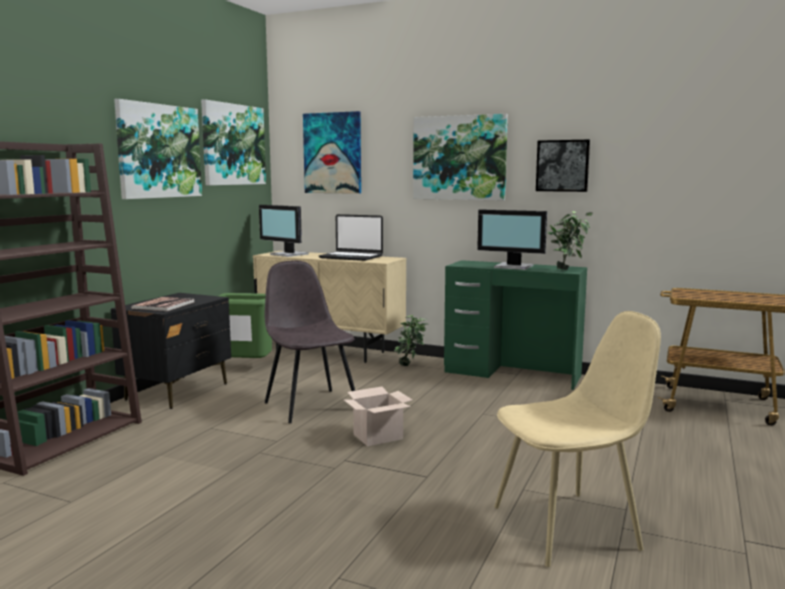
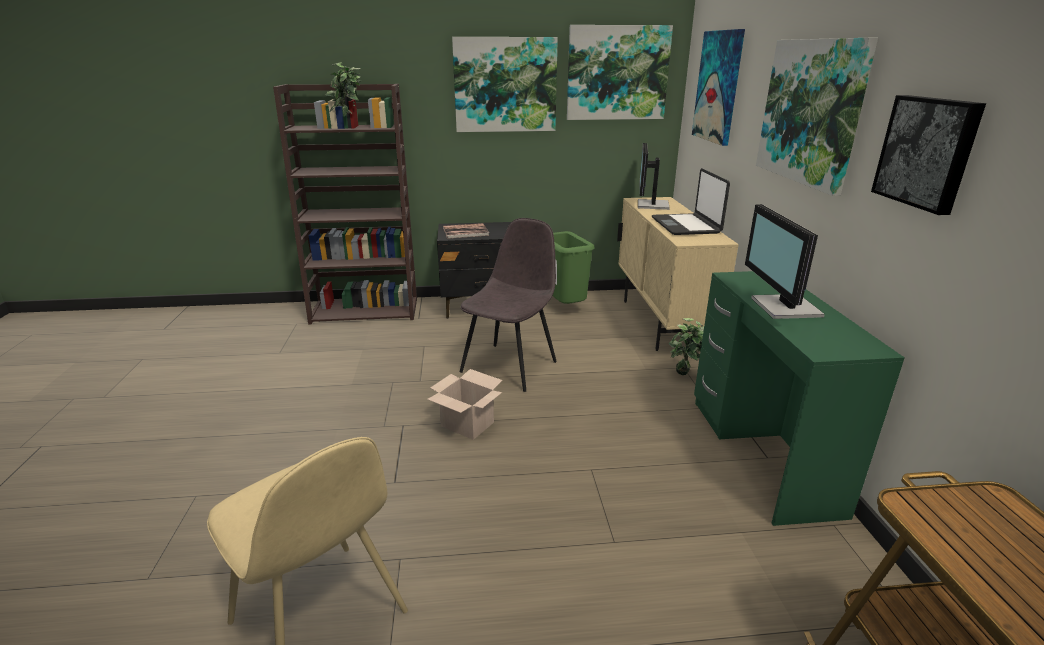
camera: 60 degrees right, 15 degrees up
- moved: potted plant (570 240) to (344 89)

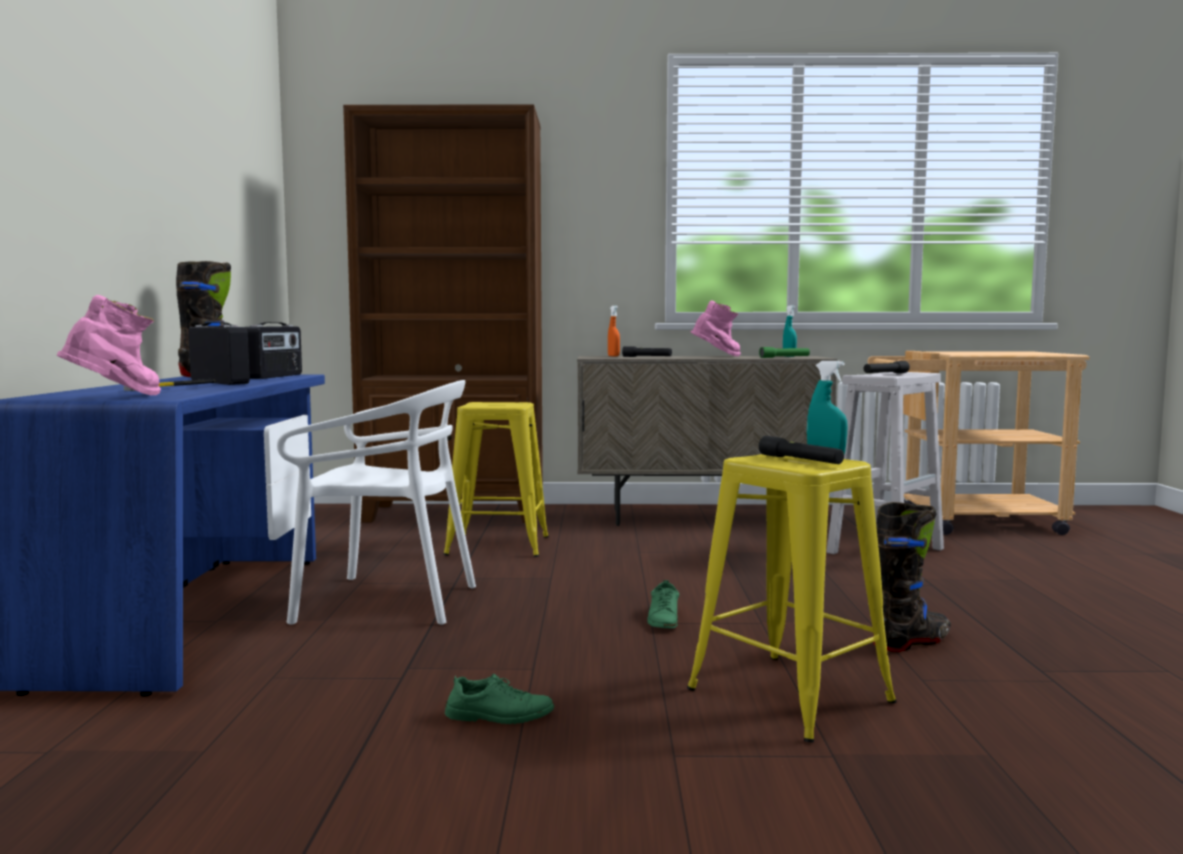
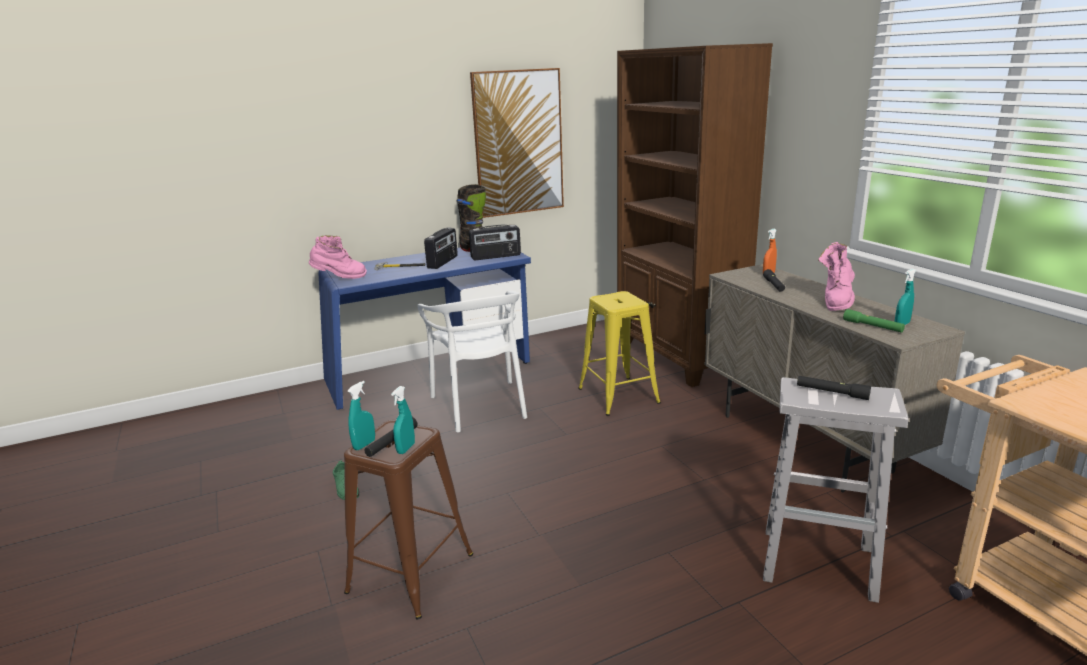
camera: 65 degrees right, 15 degrees up
- removed: green shoe (663 604)
- removed: black boot (912 577)
- added: turquoise spray bottle (361 415)
- added: picture (517 143)
- recoloured: yellow stool (792 598) to brown stool (408 520)
- turned: pink boot (716 328) = (836 276) 90 degrees clockwise

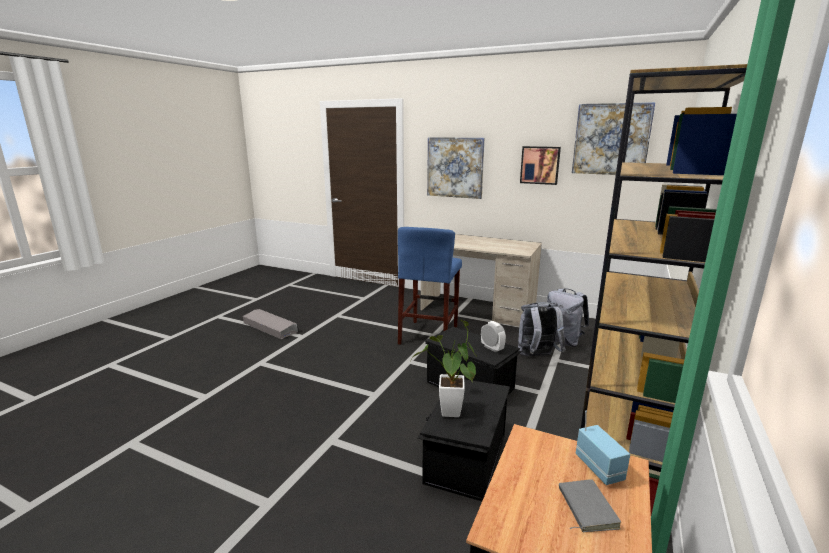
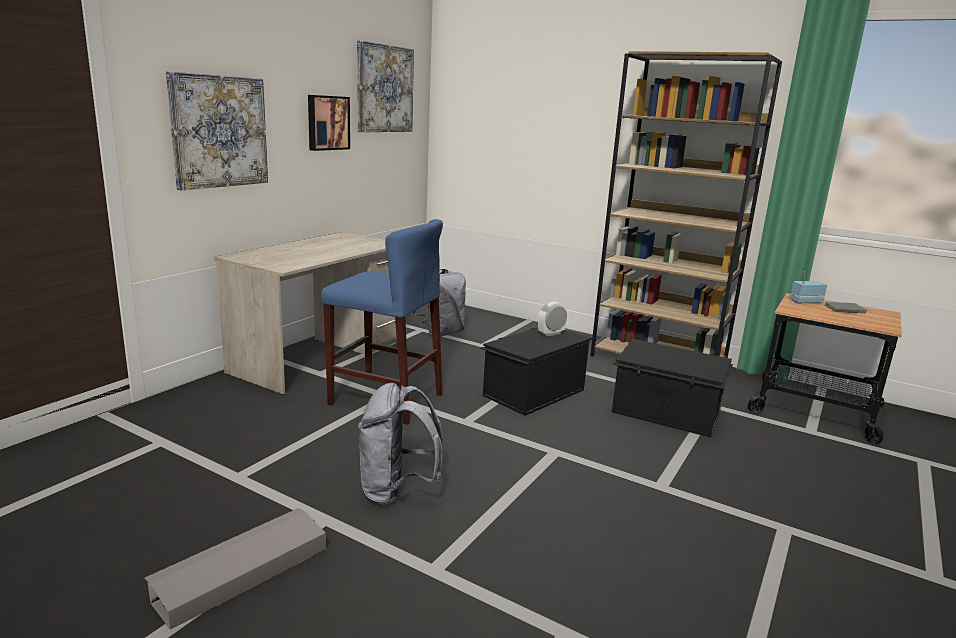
camera: 85 degrees left, 0 degrees up
- removed: potted plant (444 368)
- moved: grey backpack (542 329) to (400 444)

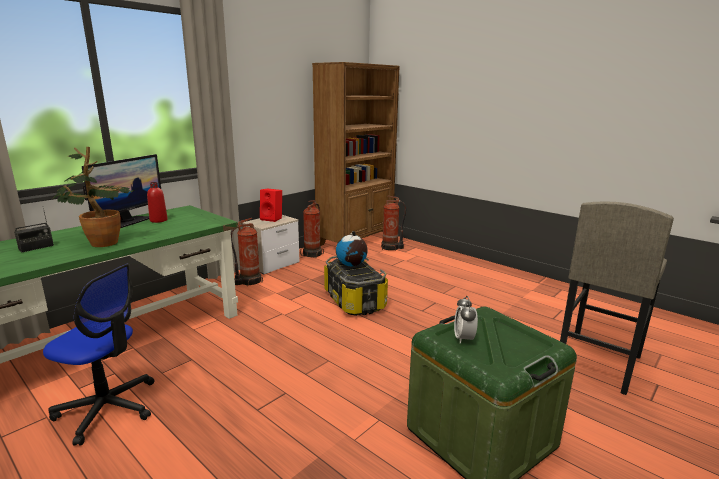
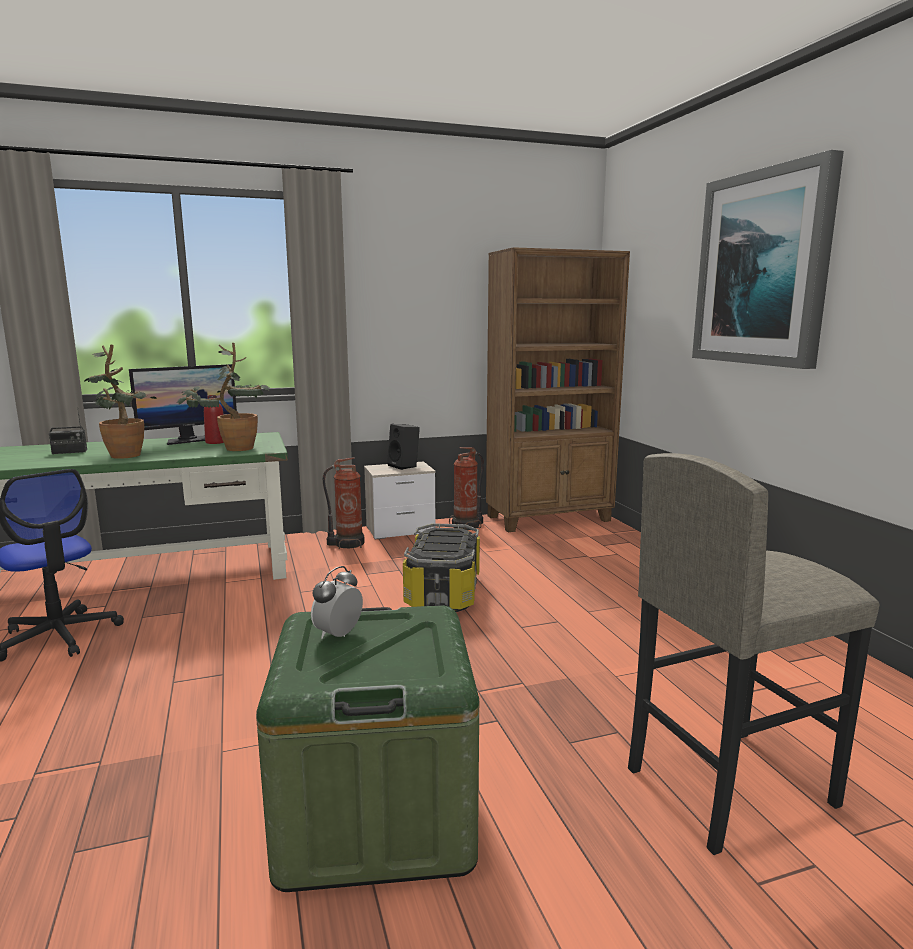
camera: 30 degrees right, 5 degrees down
- removed: globe (352 248)
- removed: fire extinguisher (393 223)
- added: potted plant (223 397)
- added: picture (768 259)
- recoloured: red speaker (271 205) to black speaker (403 447)

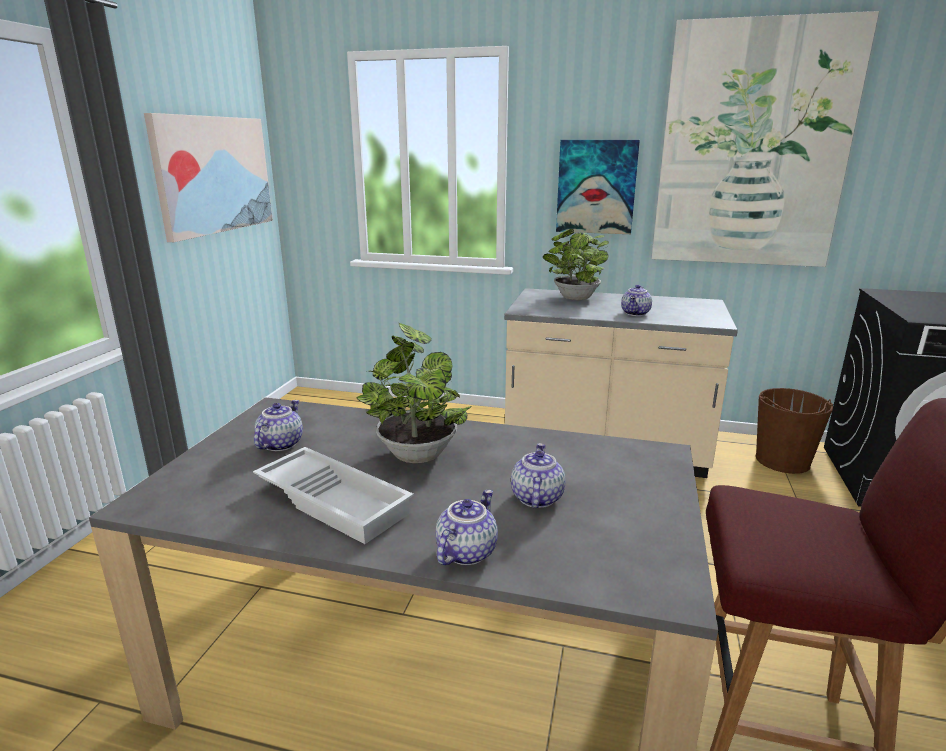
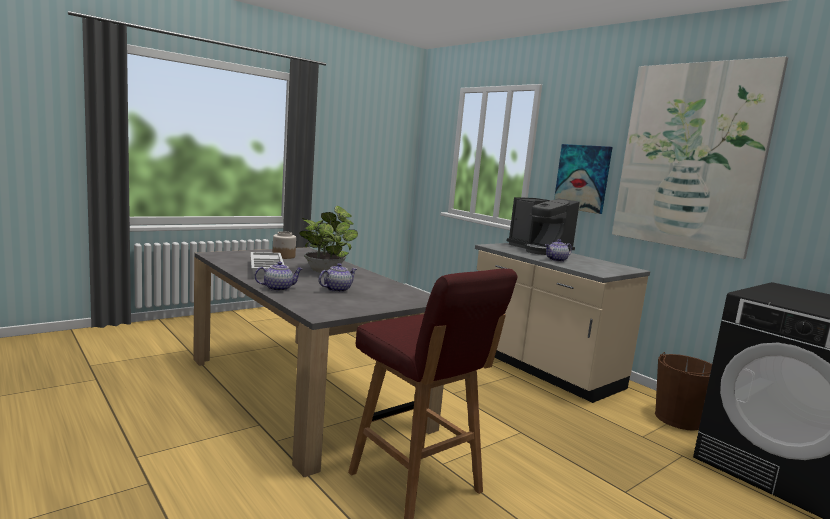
camera: 35 degrees right, 10 degrees down
- removed: picture (208 177)
- replaced: teapot (278 425) to jar (284 245)
- replaced: potted plant (576 264) to coffee machine (543 226)

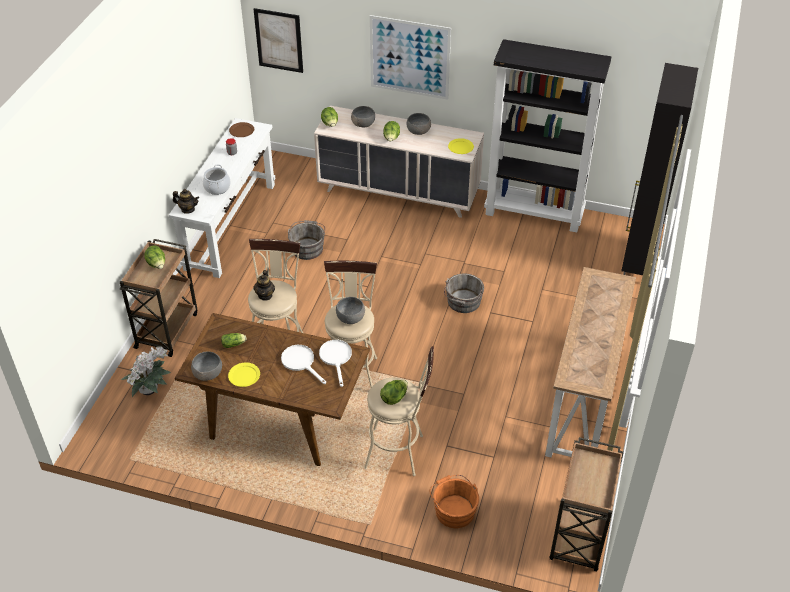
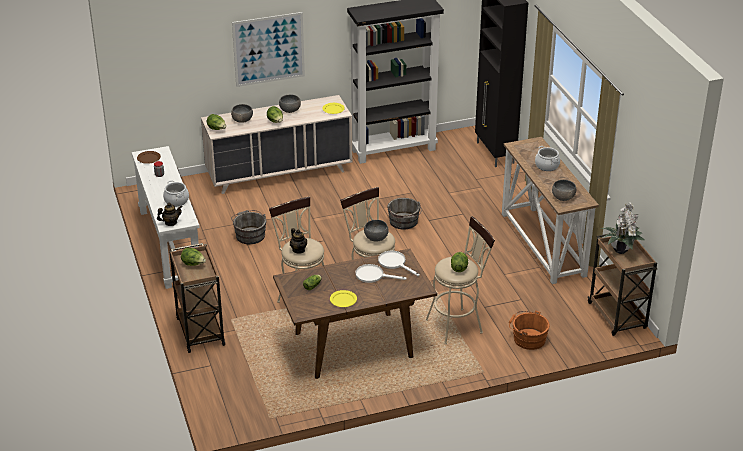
camera: 35 degrees left, 10 degrees down
- removed: picture (278 40)
- added: cooking pot (547 158)
- moved: potted plant (146 371) to (623 228)
- moved: grey bowl (206 366) to (564 190)

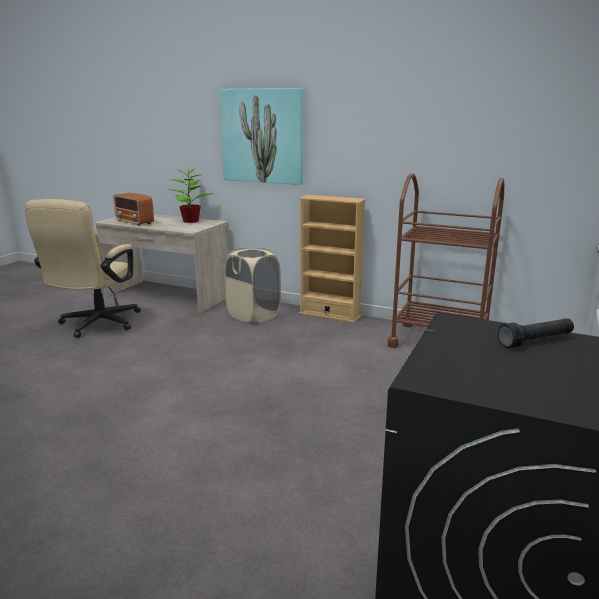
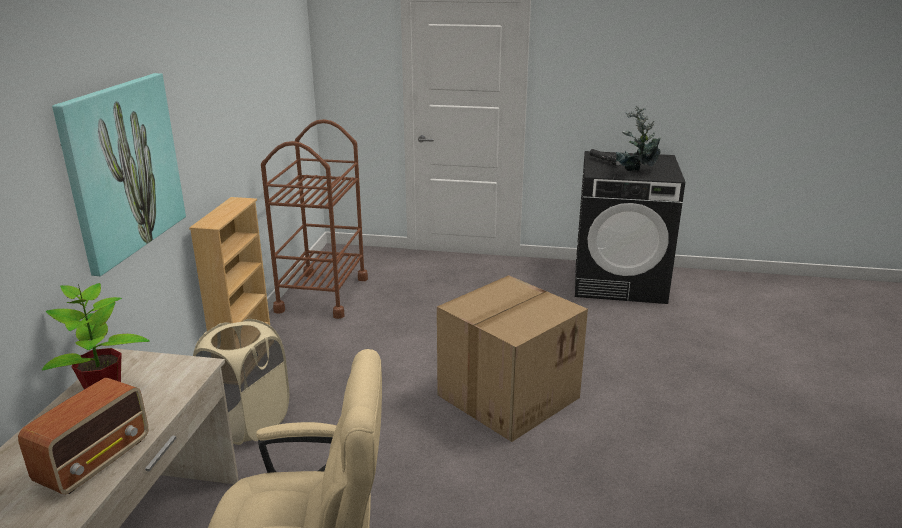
camera: 105 degrees left, 5 degrees up
- added: cardboard box (512 358)
- added: potted plant (637 138)

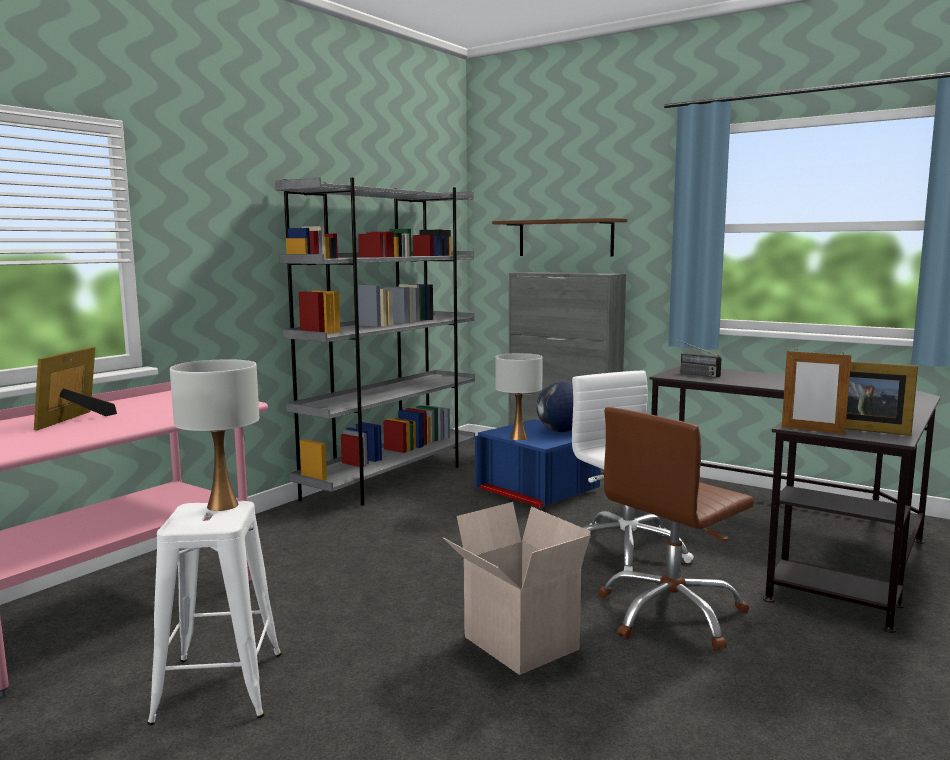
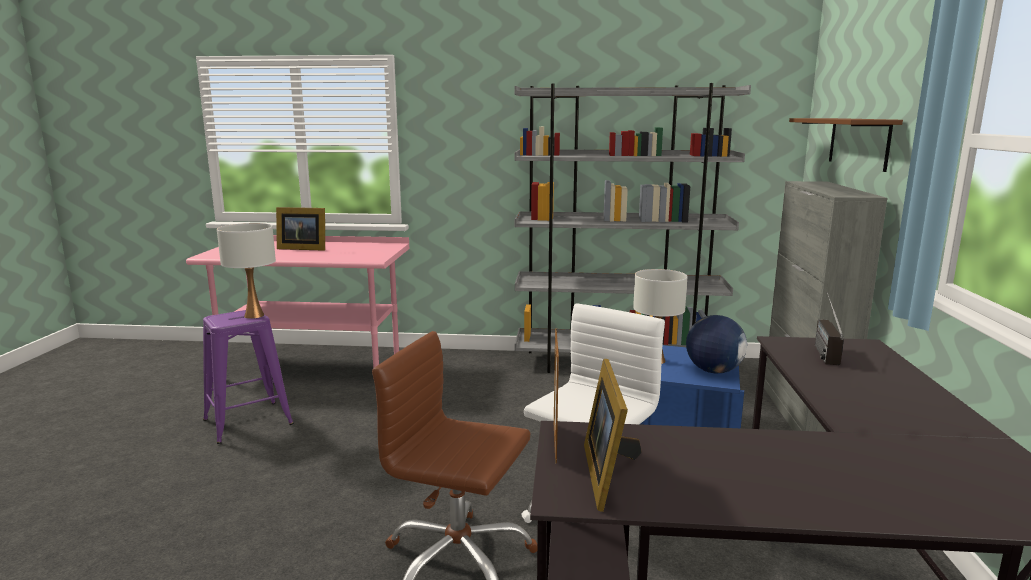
camera: 60 degrees right, 5 degrees up
- removed: cardboard box (517 588)
- recoloured: white stool (214 613) to purple stool (248 377)
- turned: picture frame (75 389) = (300 229) 150 degrees counterclockwise

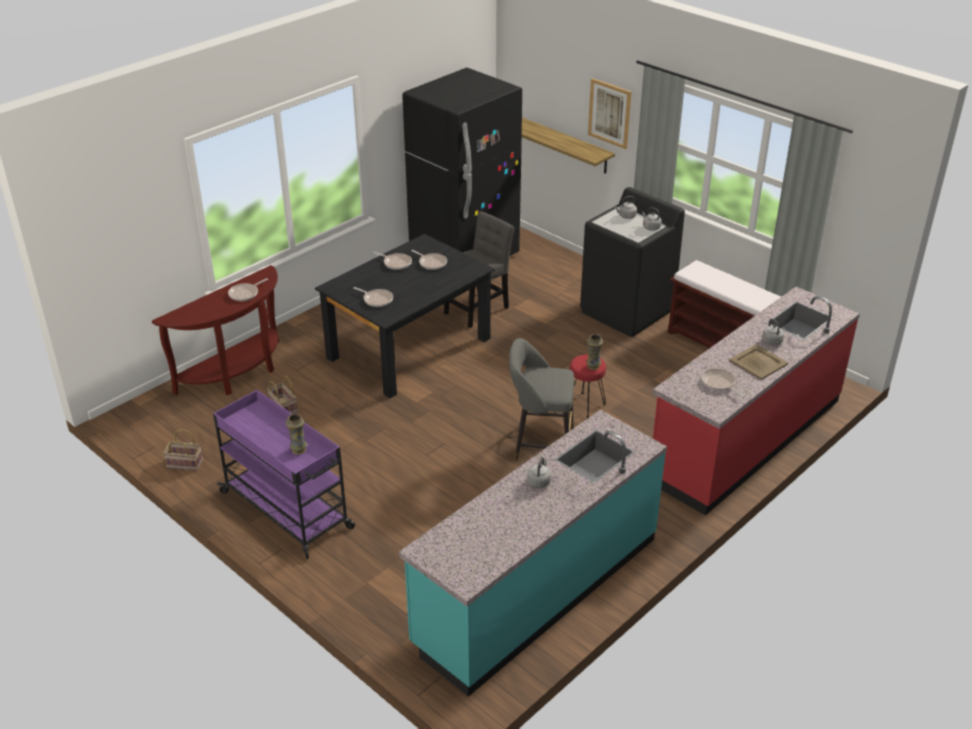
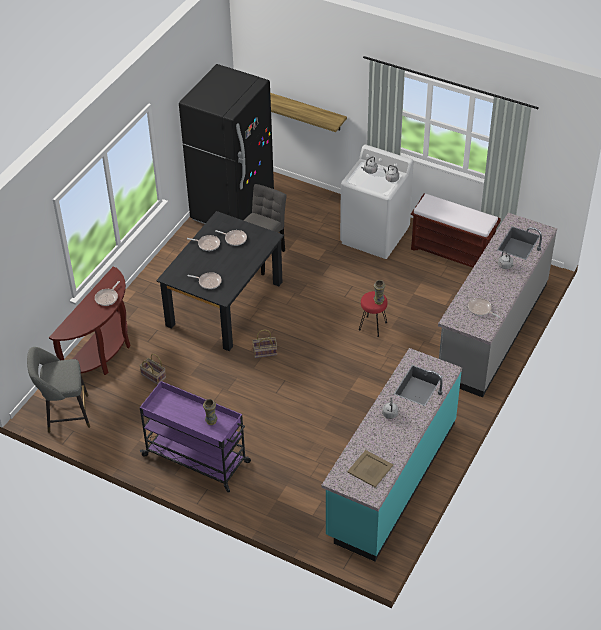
camera: 15 degrees left, 10 degrees up
- removed: picture (610 113)
- moved: basket (183 449) to (264 343)
- moved: grey stool (541 399) to (58 390)
- moved: beige tray (758 362) to (370 468)
- recoloured: black washing machine (632 262) to white washing machine (377 202)
- recoloured: red counter (756 401) to grey counter (497 305)

